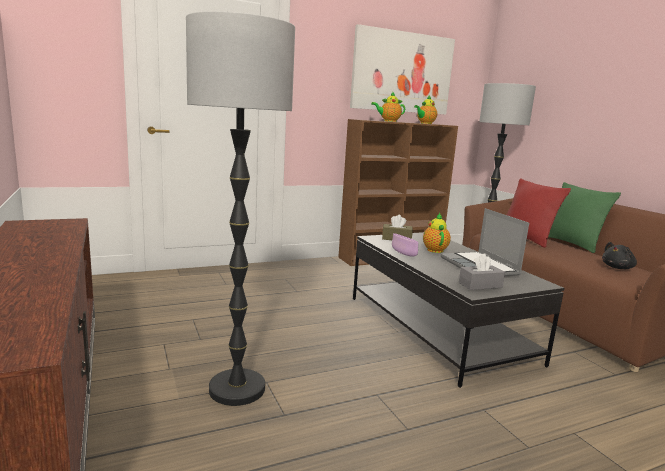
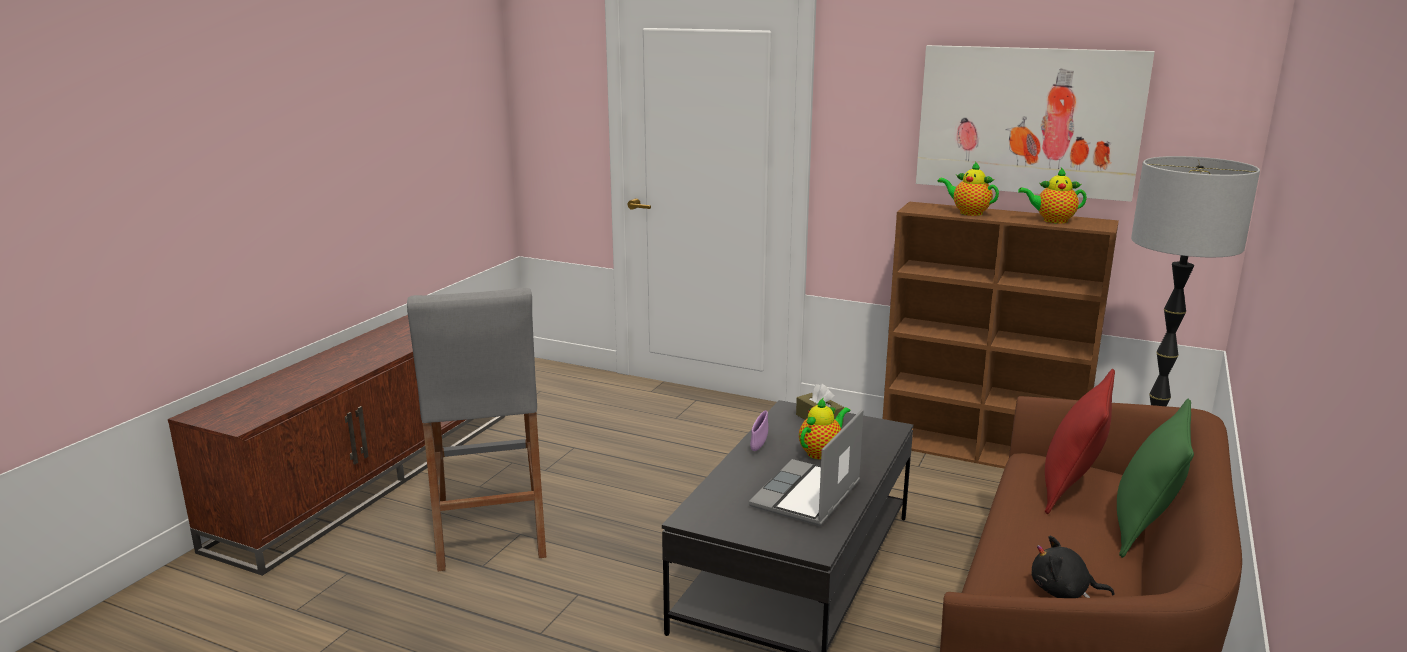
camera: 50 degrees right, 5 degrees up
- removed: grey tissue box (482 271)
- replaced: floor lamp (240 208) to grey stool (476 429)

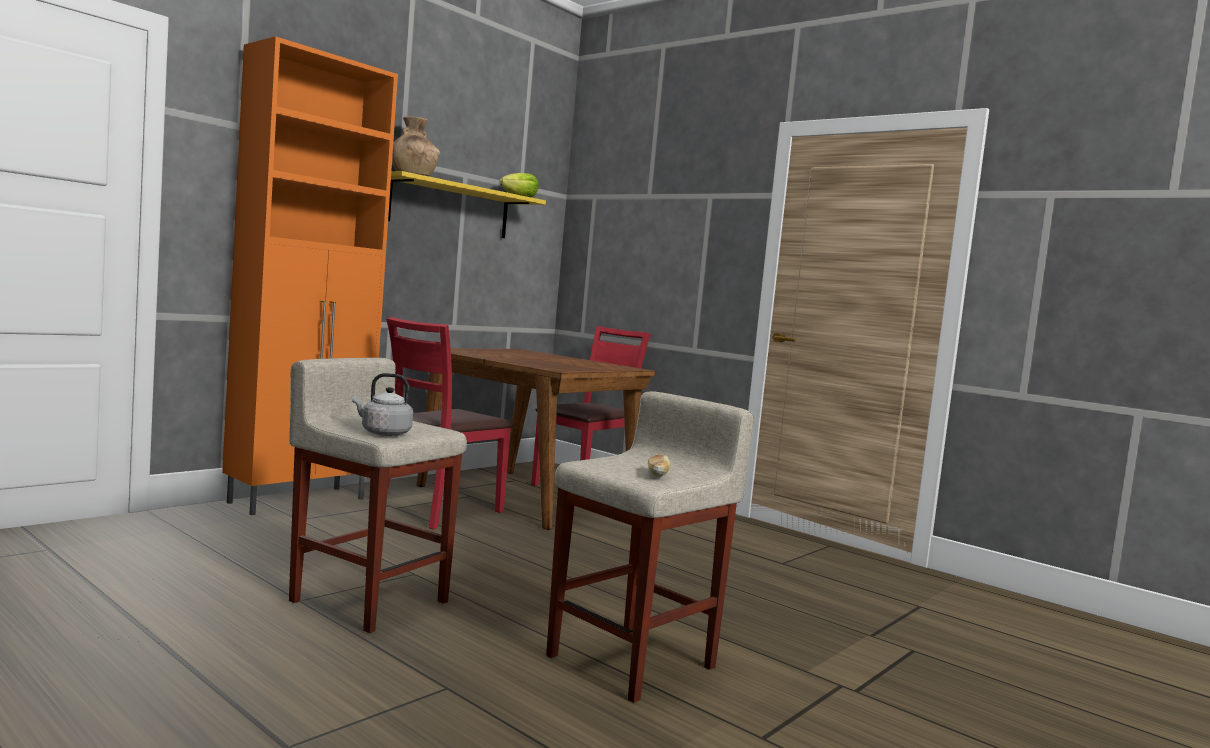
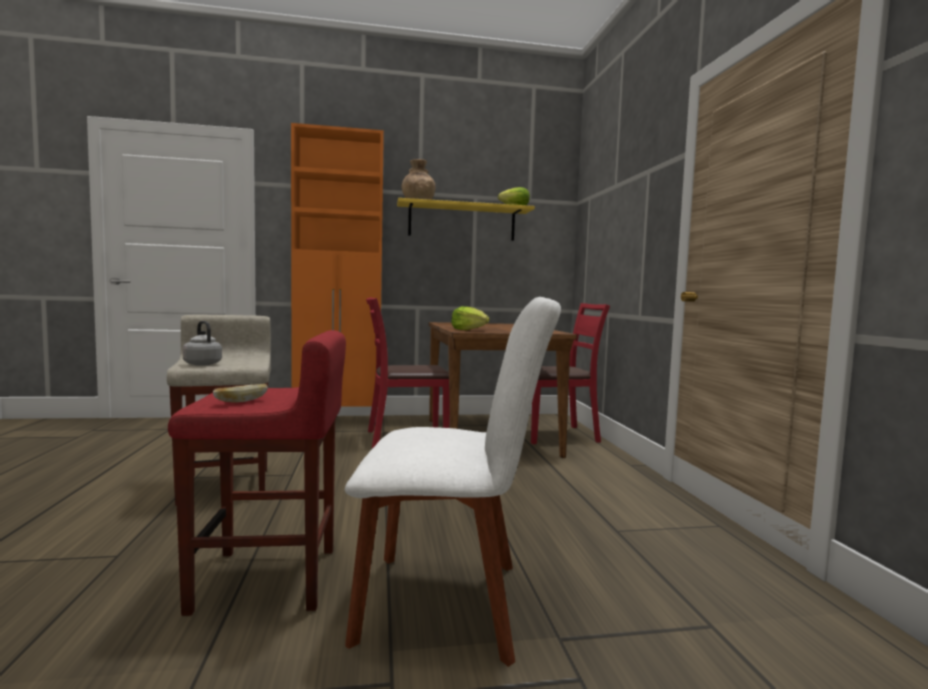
camera: 40 degrees right, 0 degrees up
- added: white chair (453 482)
- added: lettuce (470 318)
- recoloured: beige stool (650 547) to red stool (257 473)

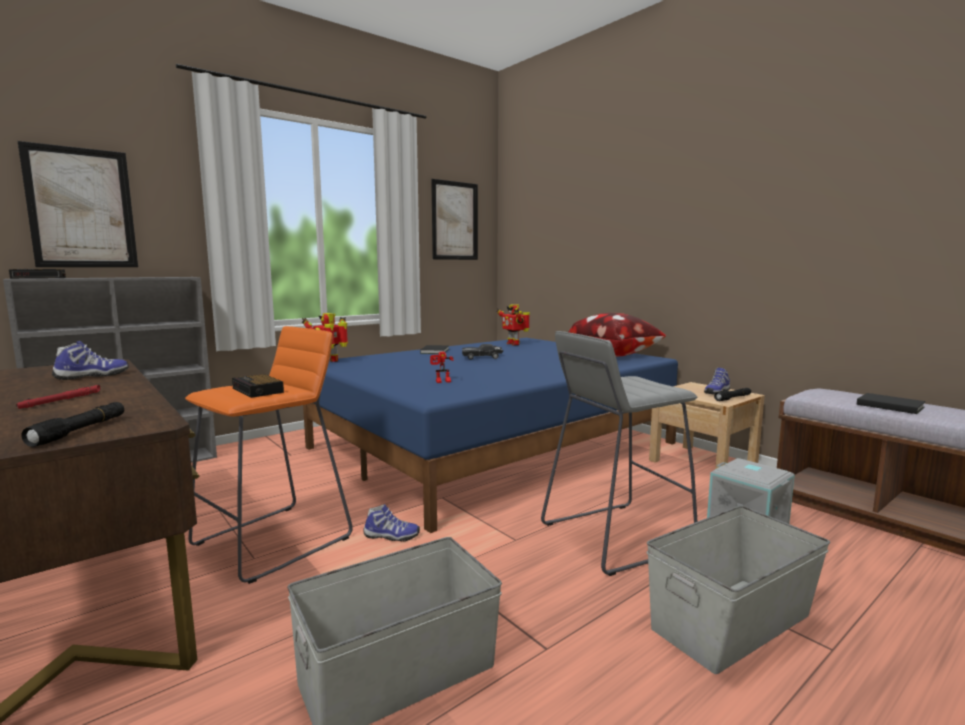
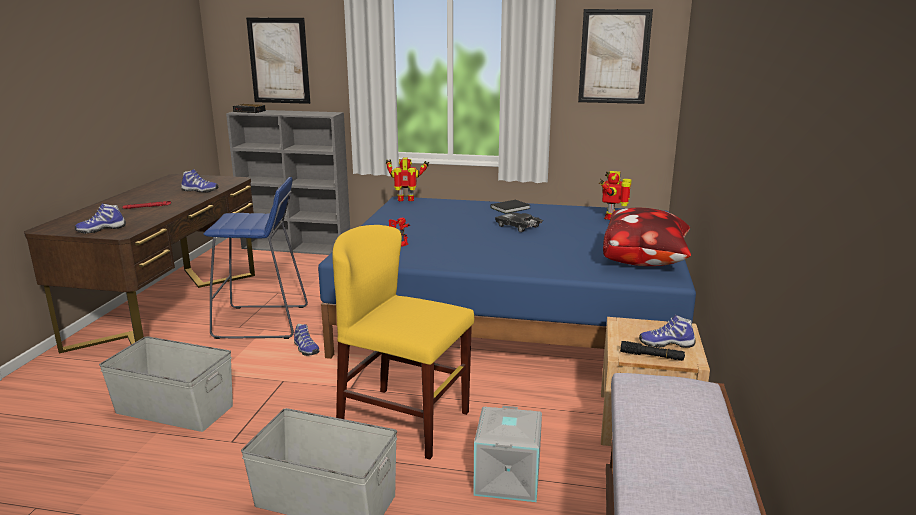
camera: 50 degrees right, 10 degrees up
- removed: alarm clock (258 386)
- removed: black book (891 403)
- replaced: black flashlight (72 424) to shoe (100 218)
- replaced: grey stool (619 453) to yellow chair (403 342)
- recoloured: orange stool (269 455) to blue stool (256 258)

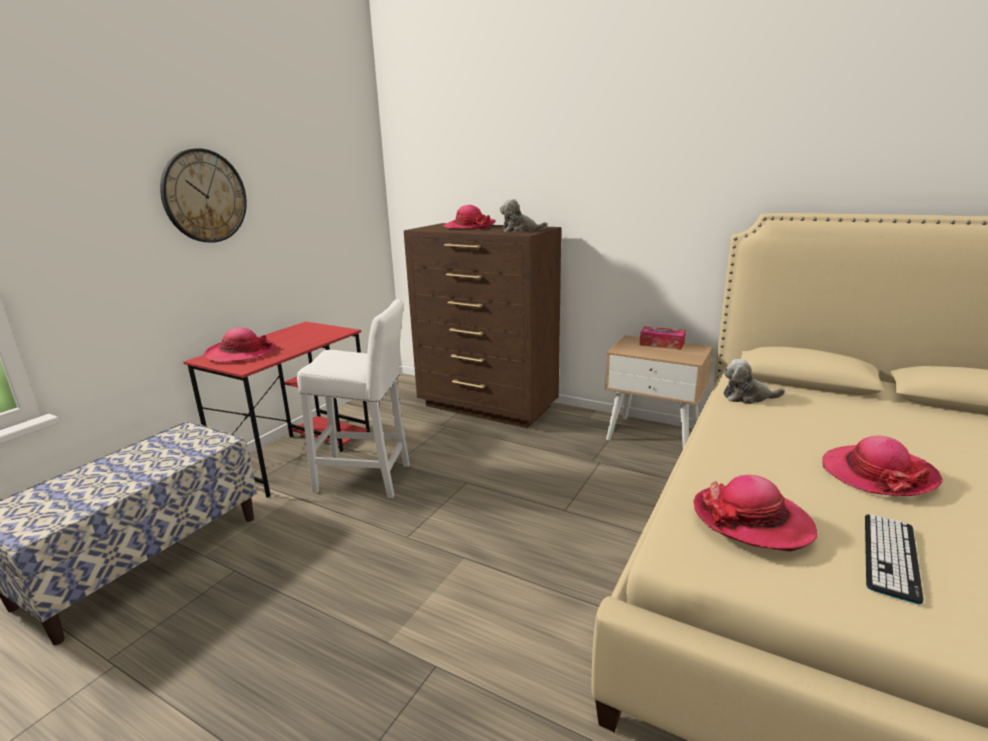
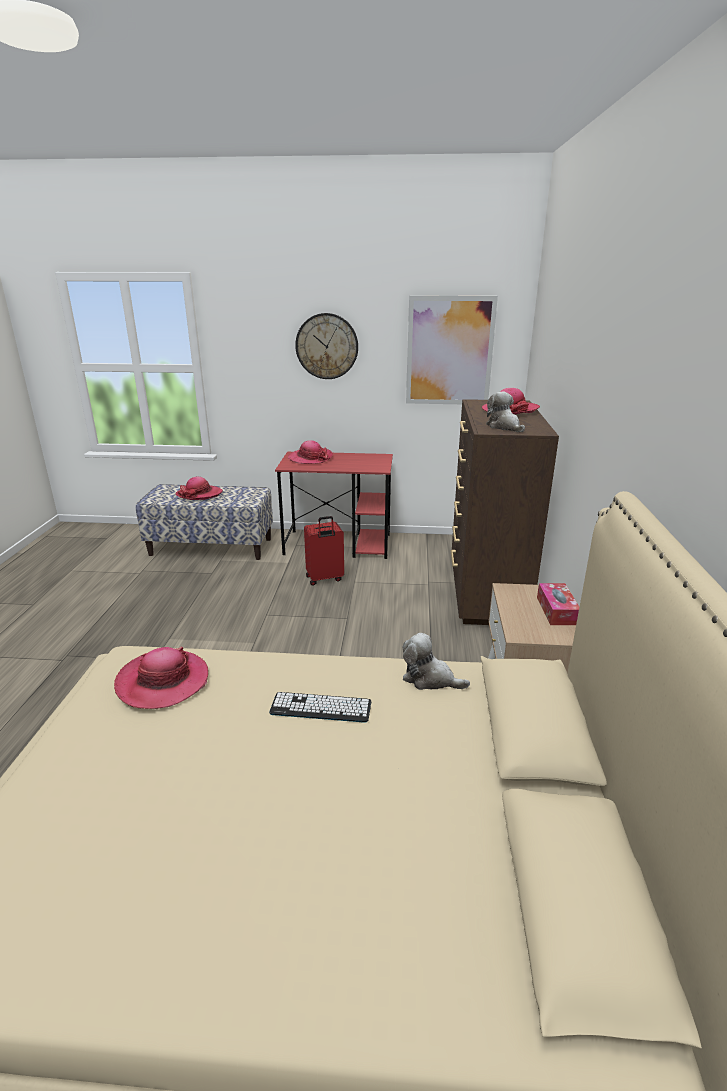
camera: 65 degrees right, 5 degrees up
- added: picture (452 350)
- moved: hat (882 466) to (199 488)
- moved: keyboard (894 559) to (320 707)
- replaced: white stool (353 398) to red suitcase (324 551)
- turned: plush toy (754 381) = (436 661) 45 degrees counterclockwise

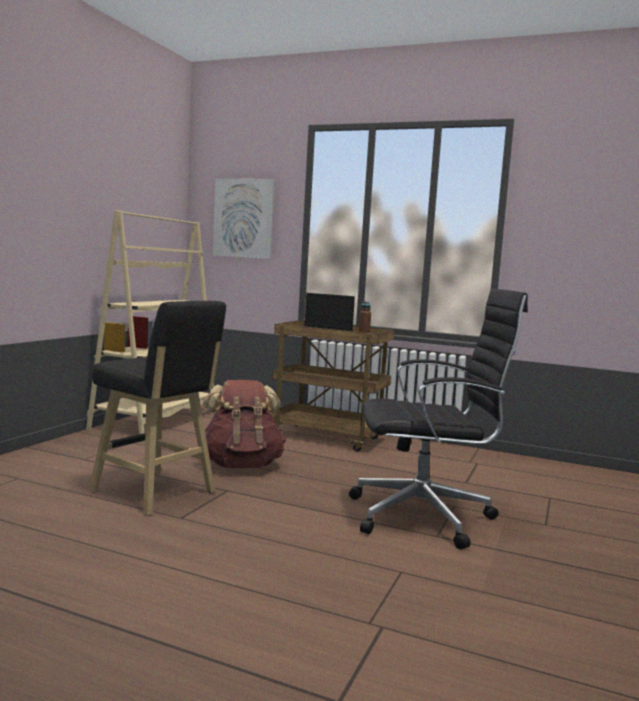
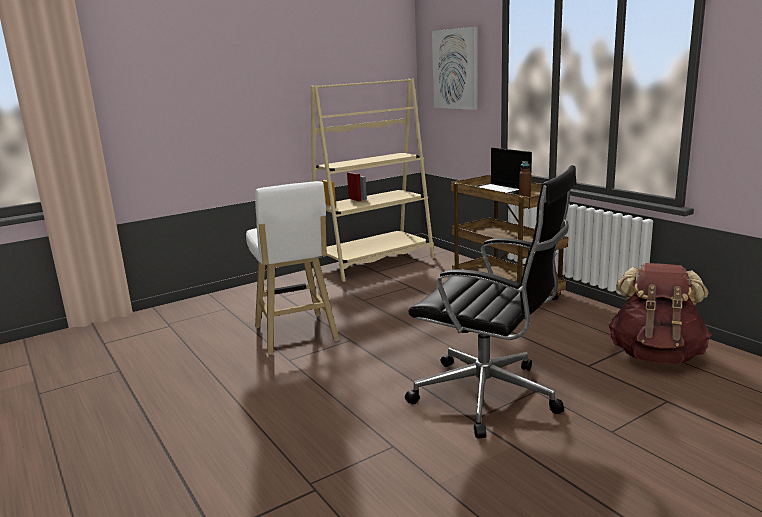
camera: 35 degrees right, 10 degrees up
- moved: brown backpack (245 424) to (660 313)
- recoloured: black stool (157 408) to white stool (292 267)

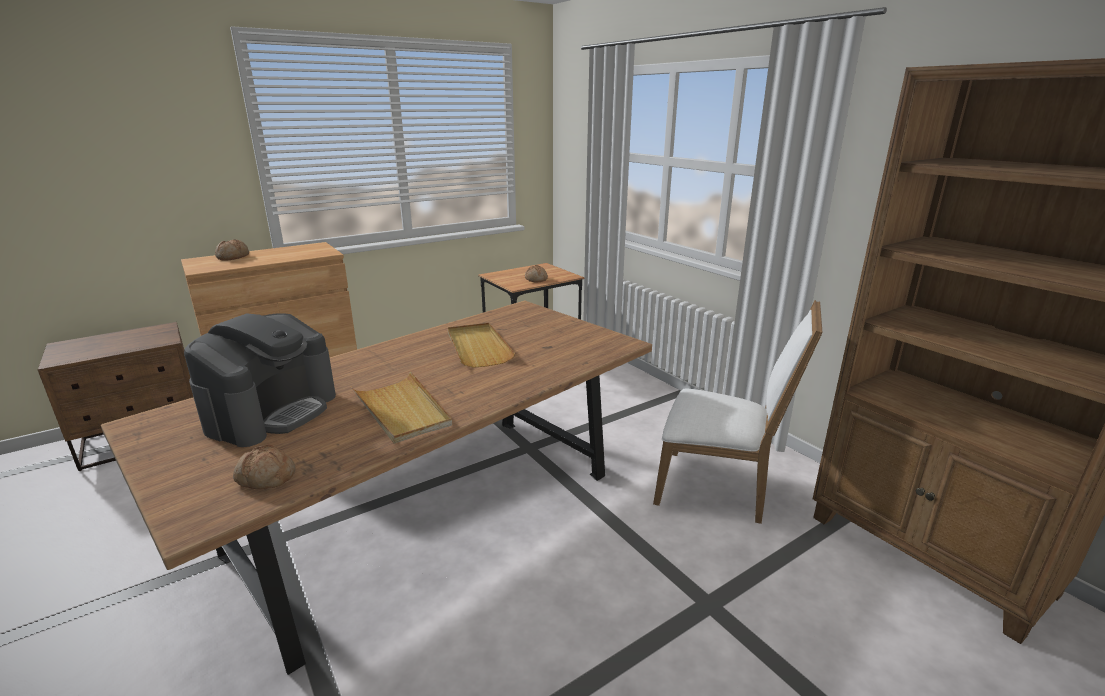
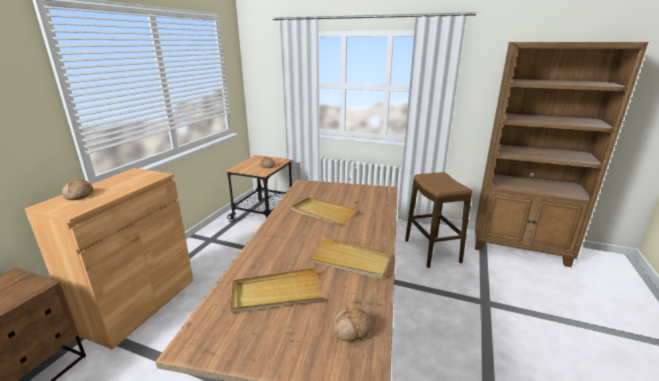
camera: 35 degrees left, 0 degrees up
- replaced: coffee machine (260 380) to beige tray (276 290)
- replaced: white chair (738 412) to stool (438 220)

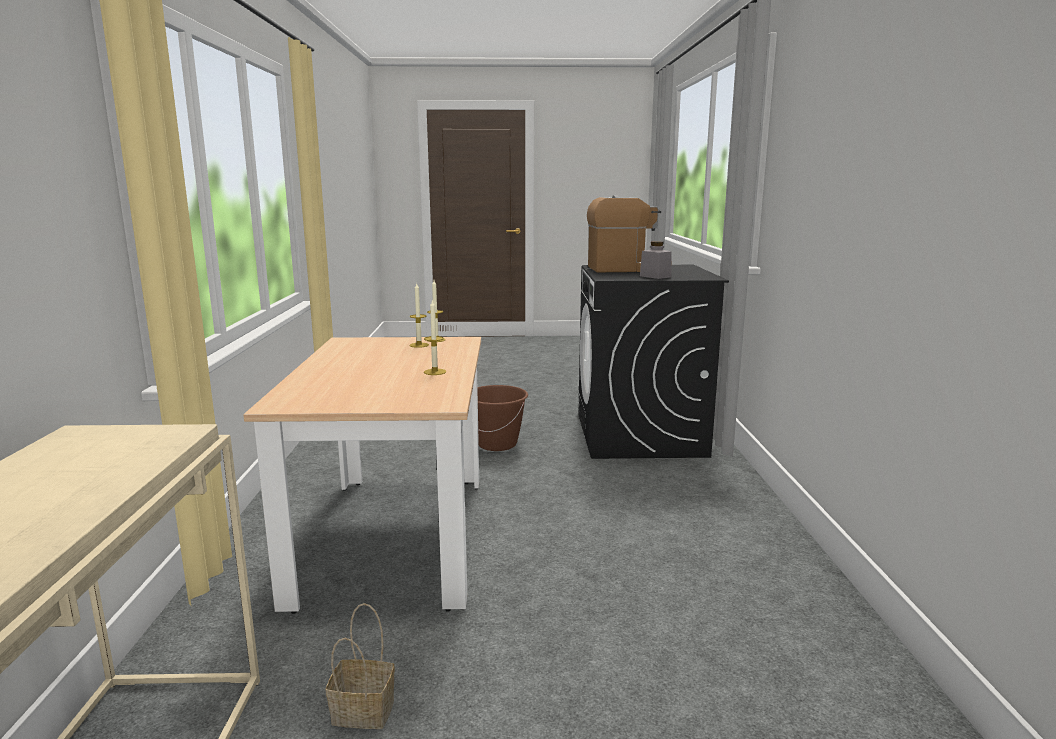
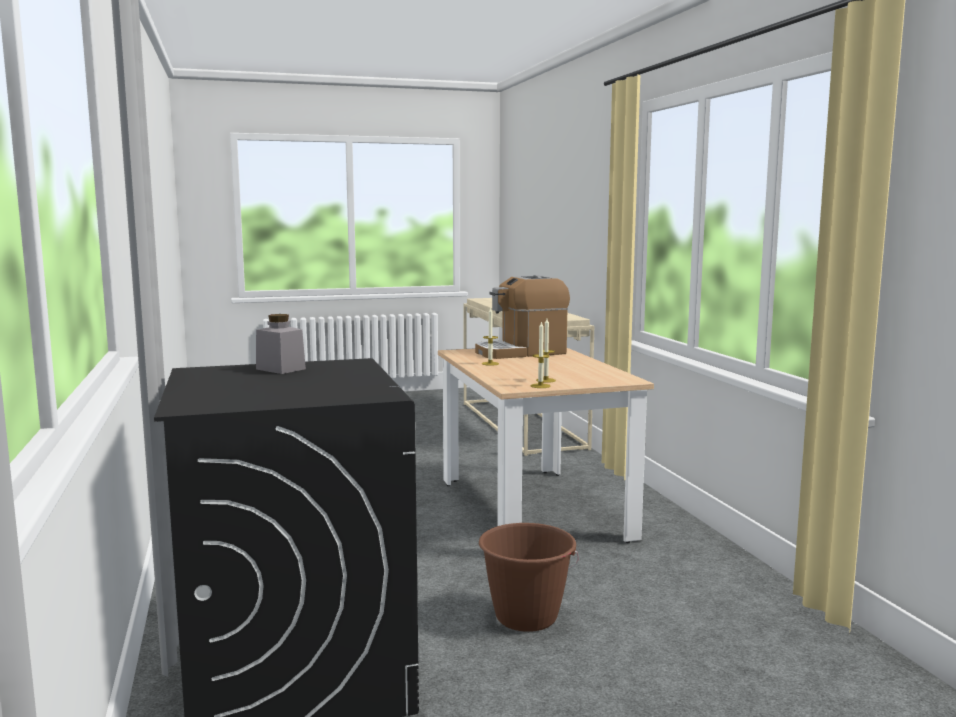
camera: 165 degrees right, 5 degrees down
- removed: basket (360 666)
- moved: coffee machine (629 233) to (522 317)

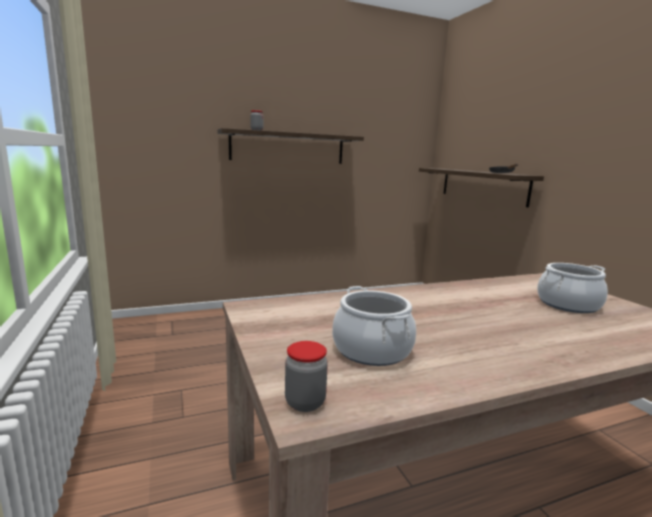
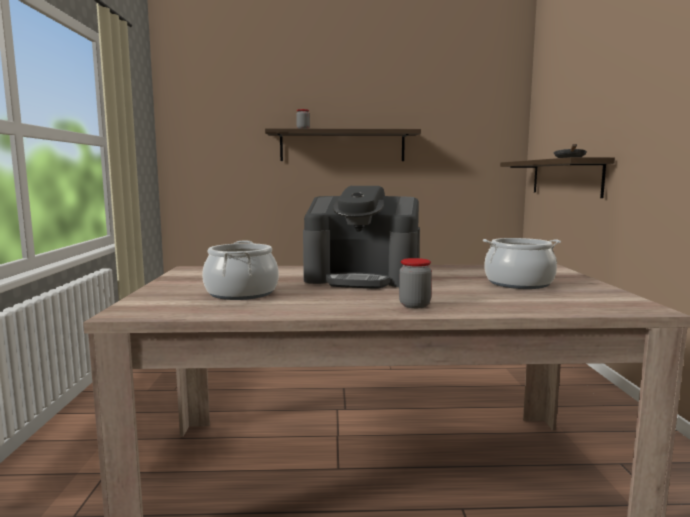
camera: 20 degrees right, 5 degrees down
- added: coffee machine (361 237)
- moved: jar (306 376) to (415 283)

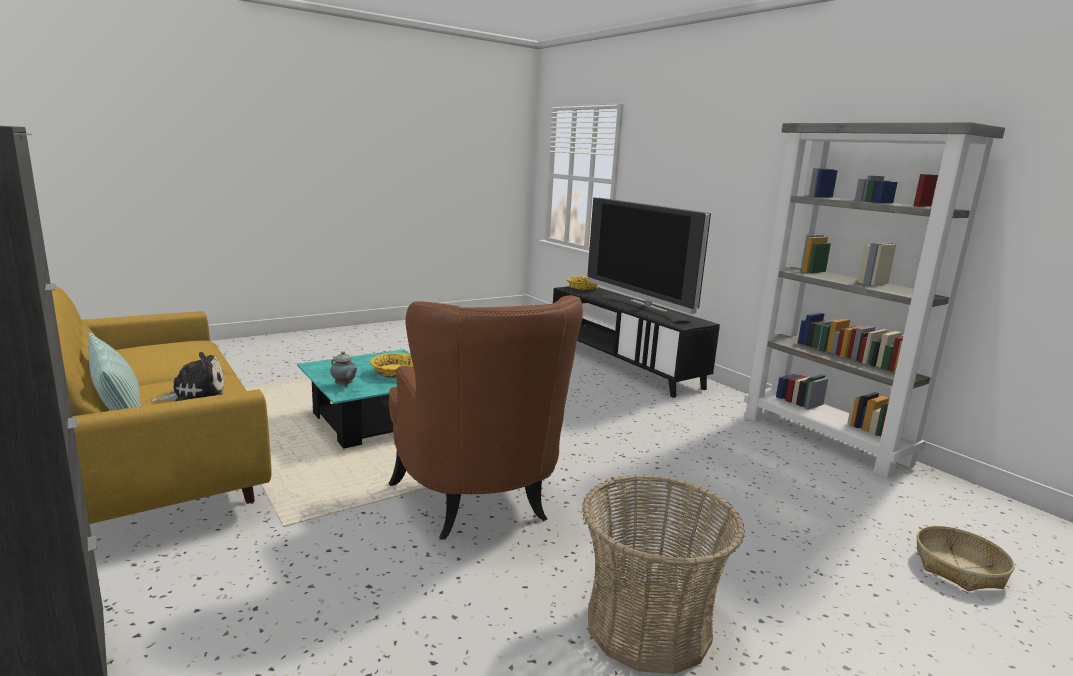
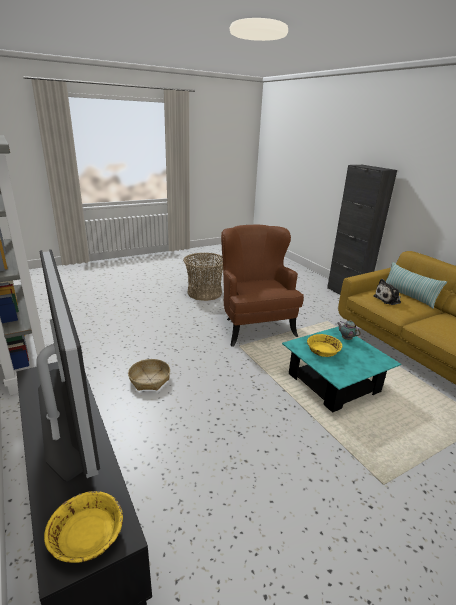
camera: 175 degrees left, 10 degrees up
- moved: basket (965 558) to (149 375)

